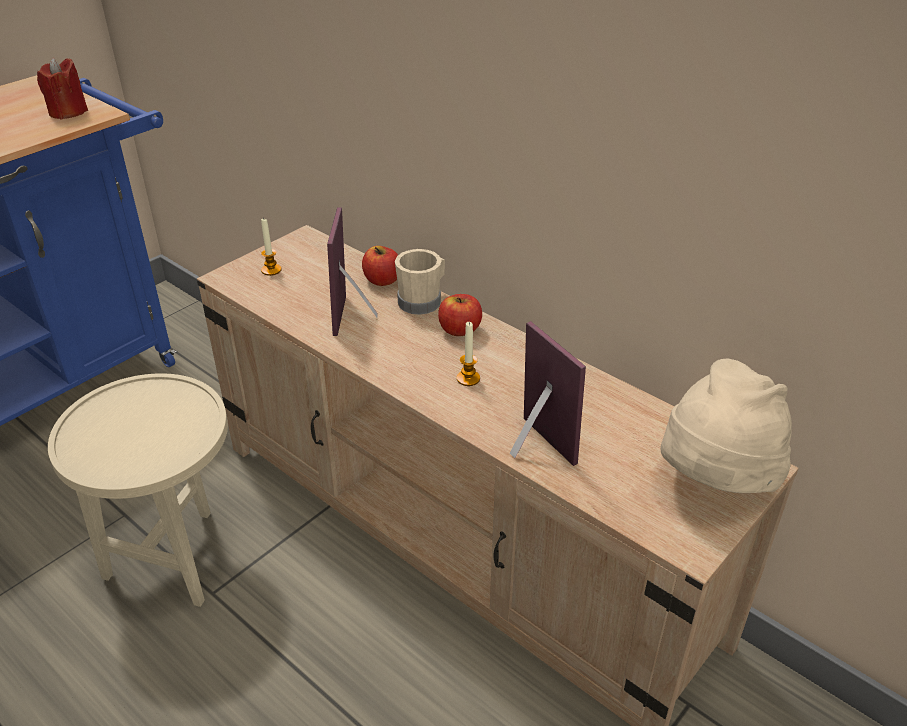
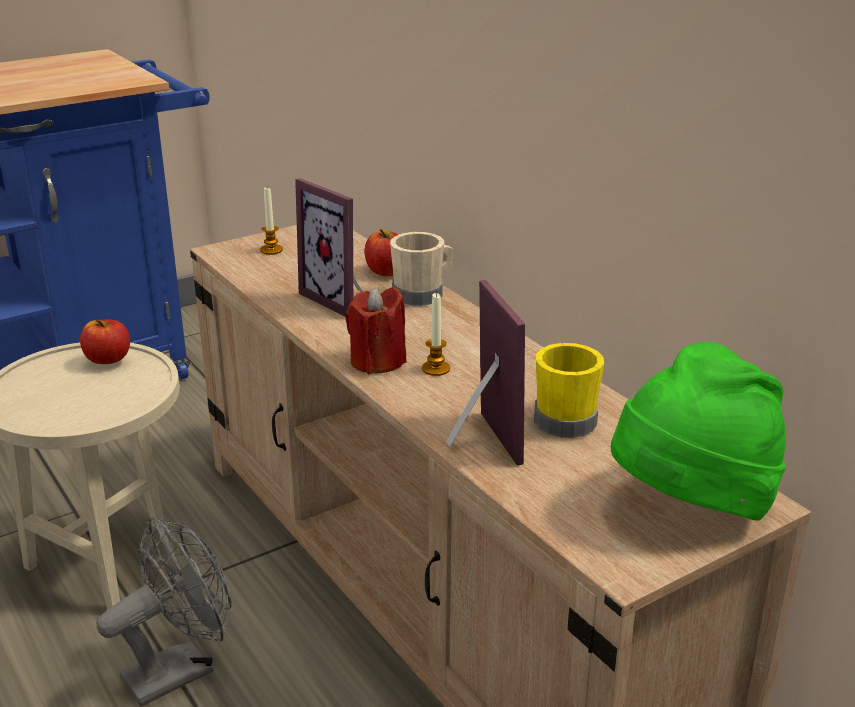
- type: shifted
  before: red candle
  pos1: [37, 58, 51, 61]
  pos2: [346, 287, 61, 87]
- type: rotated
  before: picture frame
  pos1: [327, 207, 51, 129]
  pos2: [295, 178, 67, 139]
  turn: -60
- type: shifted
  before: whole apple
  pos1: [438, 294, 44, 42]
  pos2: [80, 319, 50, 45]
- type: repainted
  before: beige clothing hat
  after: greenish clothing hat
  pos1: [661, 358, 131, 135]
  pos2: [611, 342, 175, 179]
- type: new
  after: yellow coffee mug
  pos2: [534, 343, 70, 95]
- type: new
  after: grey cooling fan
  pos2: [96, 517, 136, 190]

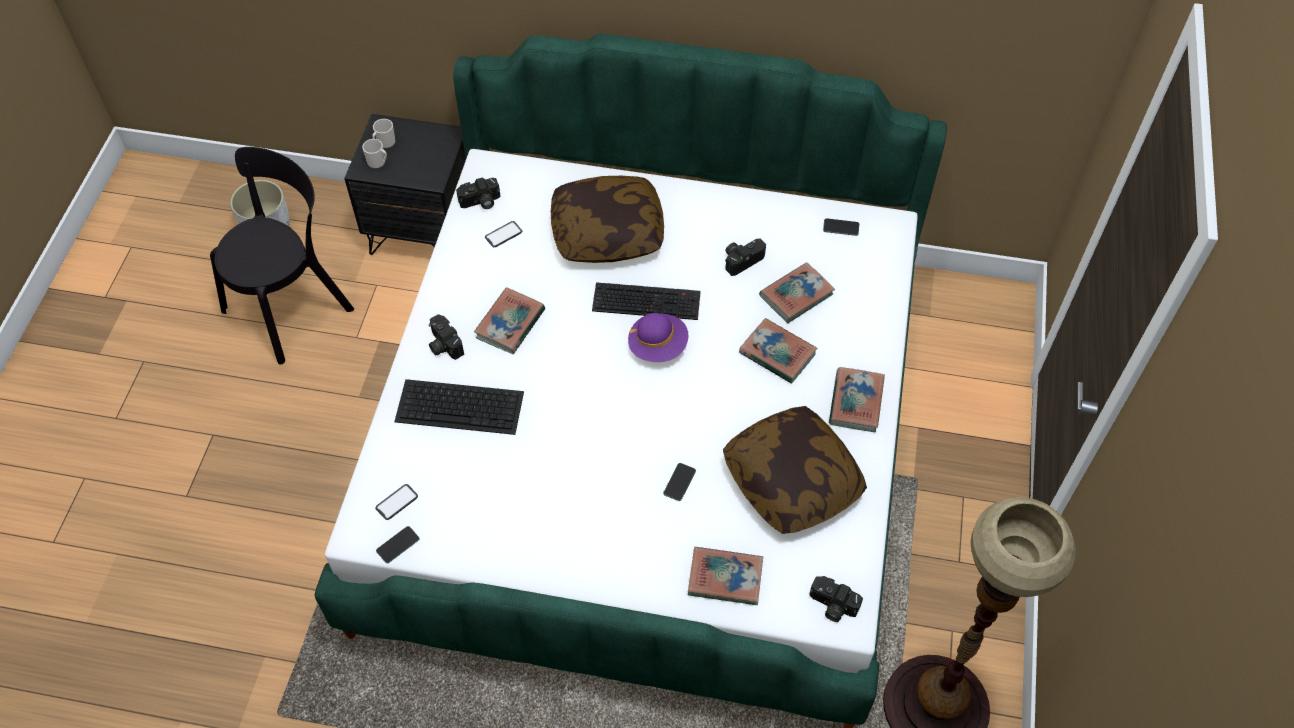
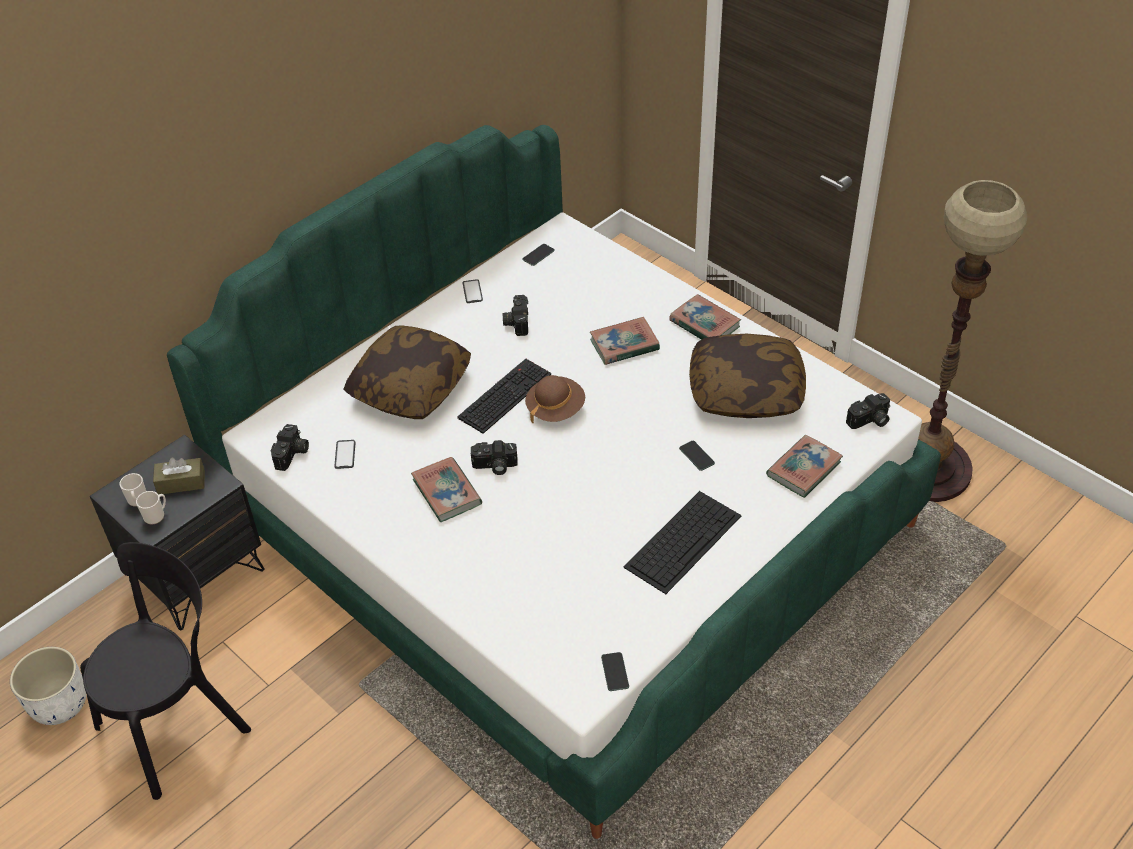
- type: rotated
  before: black plain chair
  pos1: [210, 147, 144, 217]
  pos2: [80, 542, 171, 258]
  turn: 60
- type: gone
  before: volume
  pos1: [759, 262, 76, 61]
- type: repainted
  before: purple clothing hat
  after: brownish clothing hat
  pos1: [628, 313, 60, 49]
  pos2: [525, 375, 60, 49]
- type: shifted
  before: still camera
  pos1: [429, 314, 35, 46]
  pos2: [471, 440, 47, 35]
- type: shifted
  before: keyboard
  pos1: [394, 379, 130, 56]
  pos2: [623, 491, 119, 103]
- type: shifted
  before: telephone
  pos1: [376, 484, 42, 36]
  pos2: [463, 279, 20, 24]
- type: new
  after: brownish tissue box
  pos2: [153, 458, 52, 37]

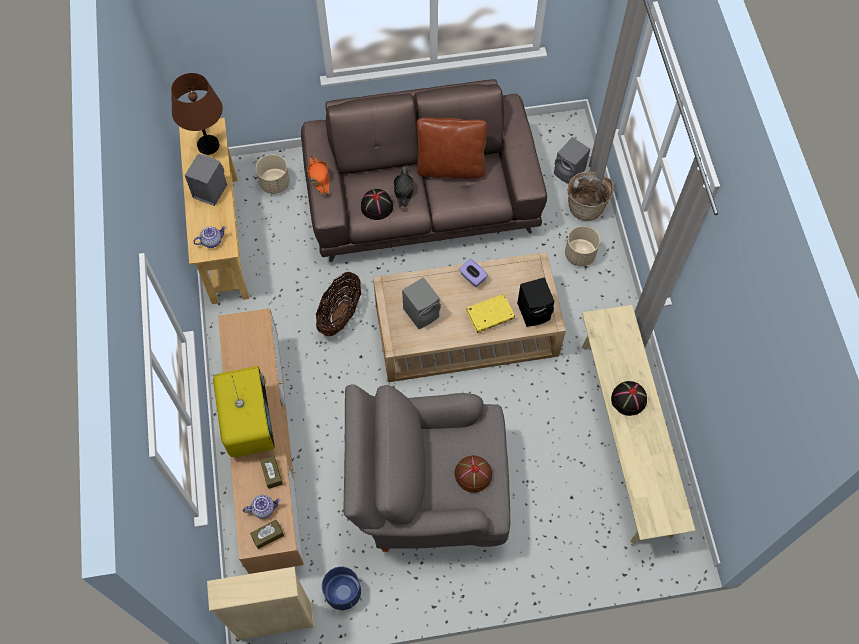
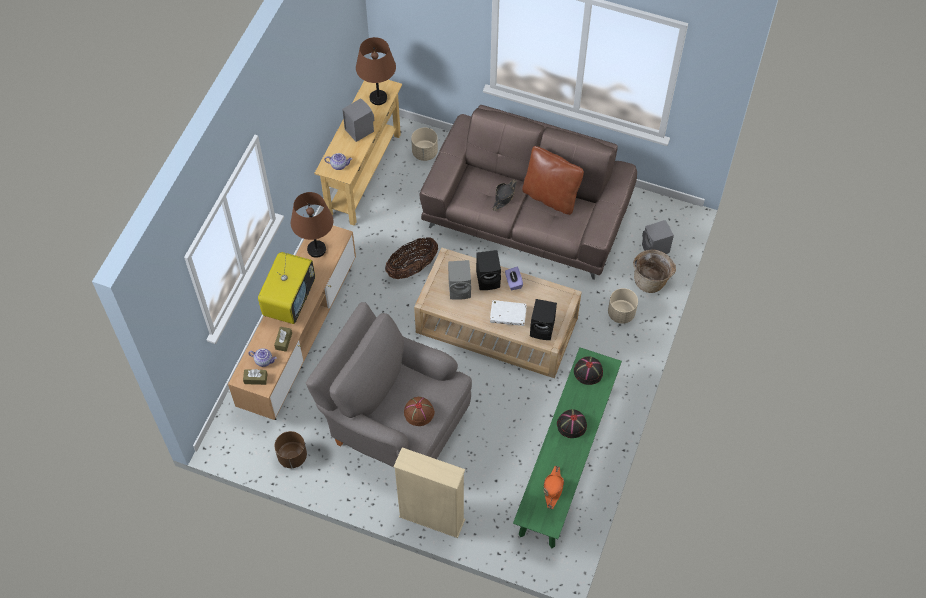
- type: shifted
  before: orange clothing hat
  pos1: [308, 156, 22, 39]
  pos2: [544, 466, 20, 43]
- type: shifted
  before: black clothing hat
  pos1: [361, 189, 32, 31]
  pos2: [574, 357, 29, 28]
- type: repainted
  before: yellow volume
  after: white-coloured volume
  pos1: [466, 294, 49, 39]
  pos2: [490, 300, 37, 26]
- type: repainted
  before: beige long seat
  after: greenish long seat
  pos1: [581, 305, 115, 240]
  pos2: [513, 347, 109, 202]
- type: shifted
  before: beige bookcase
  pos1: [207, 567, 108, 73]
  pos2: [394, 447, 71, 91]
- type: repainted
  before: blue plant pot
  after: brownish plant pot
  pos1: [322, 567, 39, 43]
  pos2: [275, 431, 32, 37]
- type: new
  after: brownish tabletop lamp
  pos2: [291, 192, 42, 66]
- type: new
  after: black speaker
  pos2: [476, 250, 25, 40]

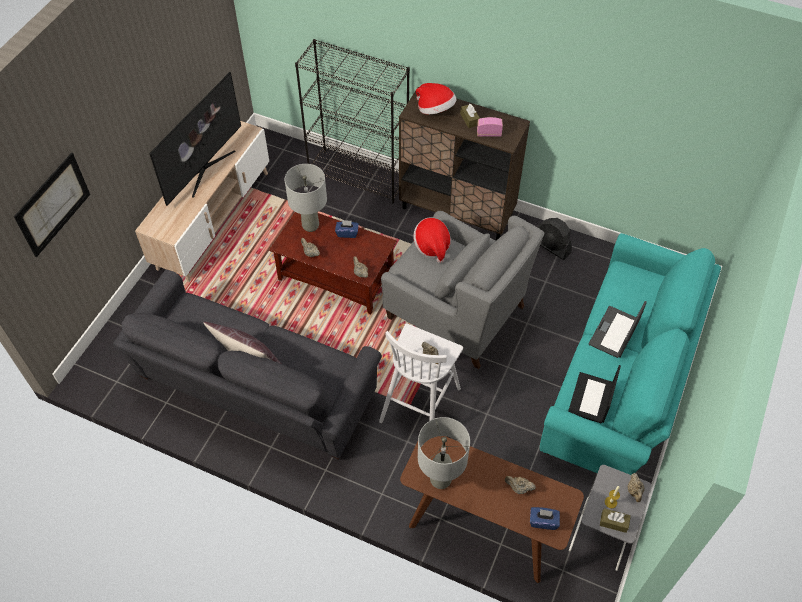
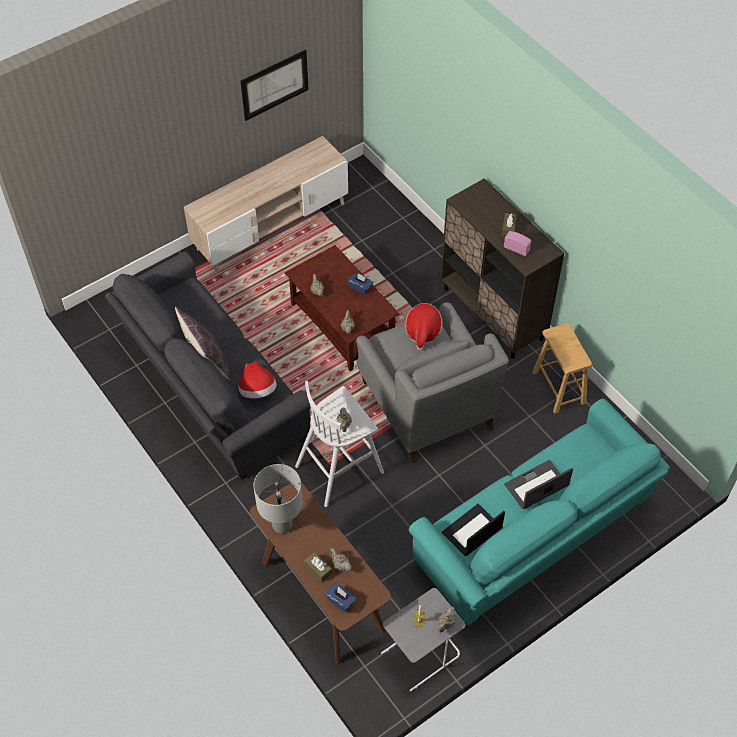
- type: gone
  before: black bookcase
  pos1: [295, 39, 115, 164]
- type: gone
  before: television
  pos1: [149, 72, 92, 134]
- type: shifted
  before: clothing hat
  pos1: [416, 83, 40, 31]
  pos2: [239, 361, 38, 38]
- type: shifted
  before: wall art
  pos1: [14, 153, 76, 104]
  pos2: [241, 50, 68, 71]
- type: gone
  before: grey tabletop lamp
  pos1: [285, 164, 42, 68]
- type: swapped
  before: black cooling fan
  after: brownish stool
  pos1: [538, 218, 34, 42]
  pos2: [532, 323, 61, 91]
- type: shifted
  before: brownish tissue box
  pos1: [600, 508, 31, 25]
  pos2: [304, 552, 28, 30]

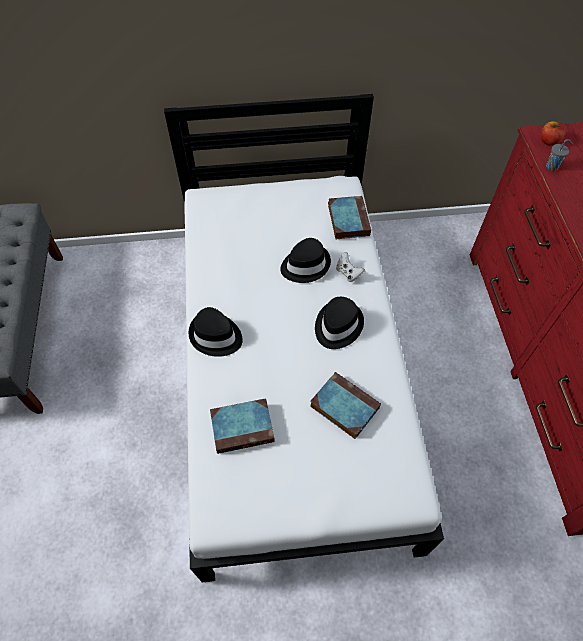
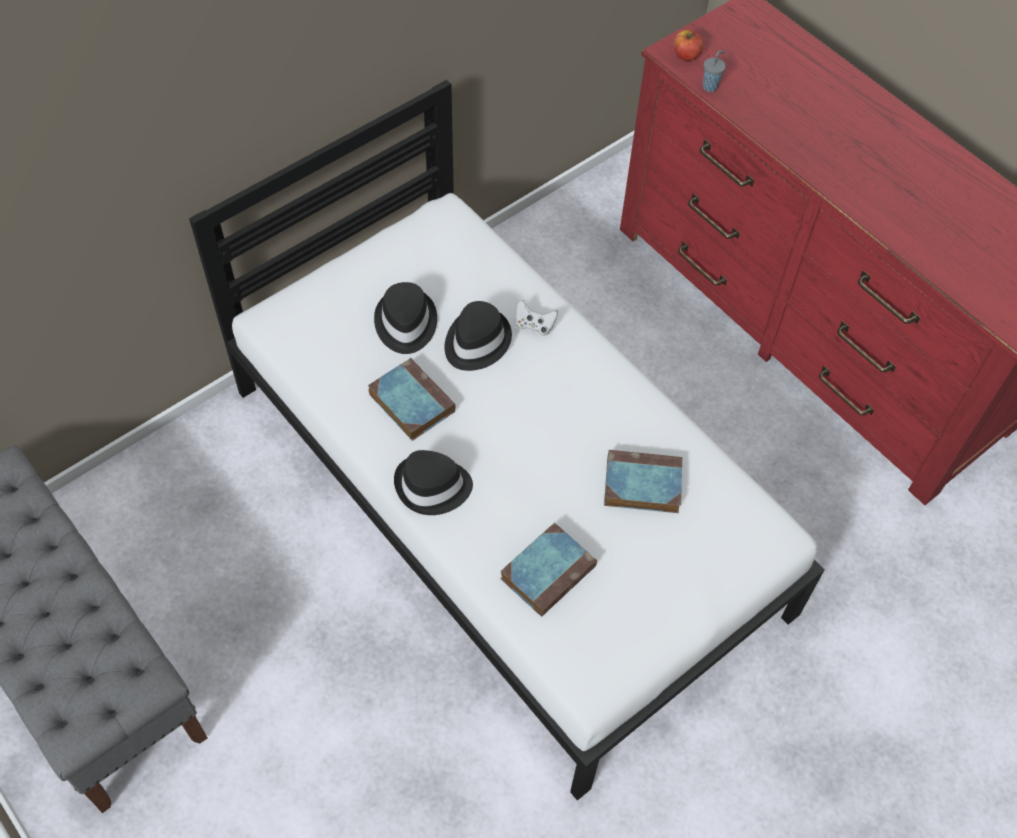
- type: shifted
  before: volume
  pos1: [328, 196, 43, 43]
  pos2: [368, 358, 87, 83]
- type: shifted
  before: black clothing hat
  pos1: [315, 297, 49, 52]
  pos2: [374, 282, 63, 72]

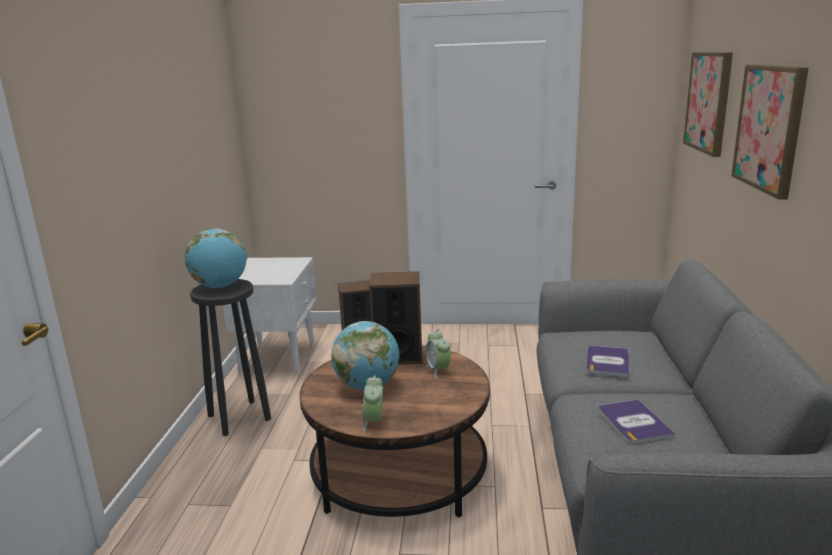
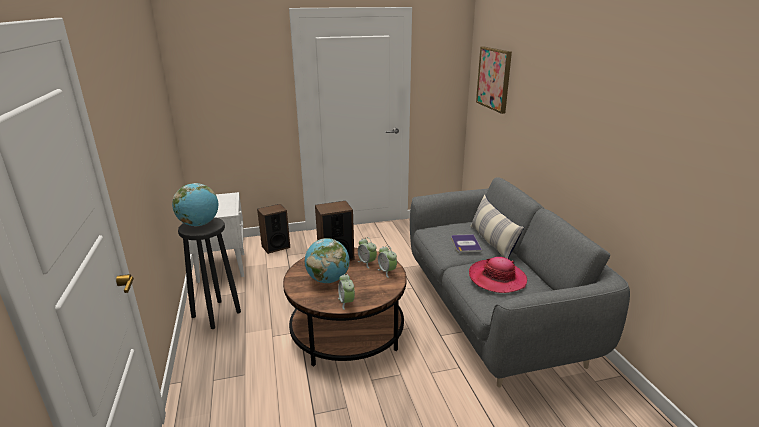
- type: gone
  before: wall art
  pos1: [731, 65, 78, 135]
- type: swapped
  before: volume
  after: clothing hat
  pos1: [598, 399, 77, 45]
  pos2: [469, 257, 58, 36]
- type: new
  after: cushion
  pos2: [470, 195, 54, 64]
- type: new
  after: bedside clock
  pos2: [377, 245, 20, 33]

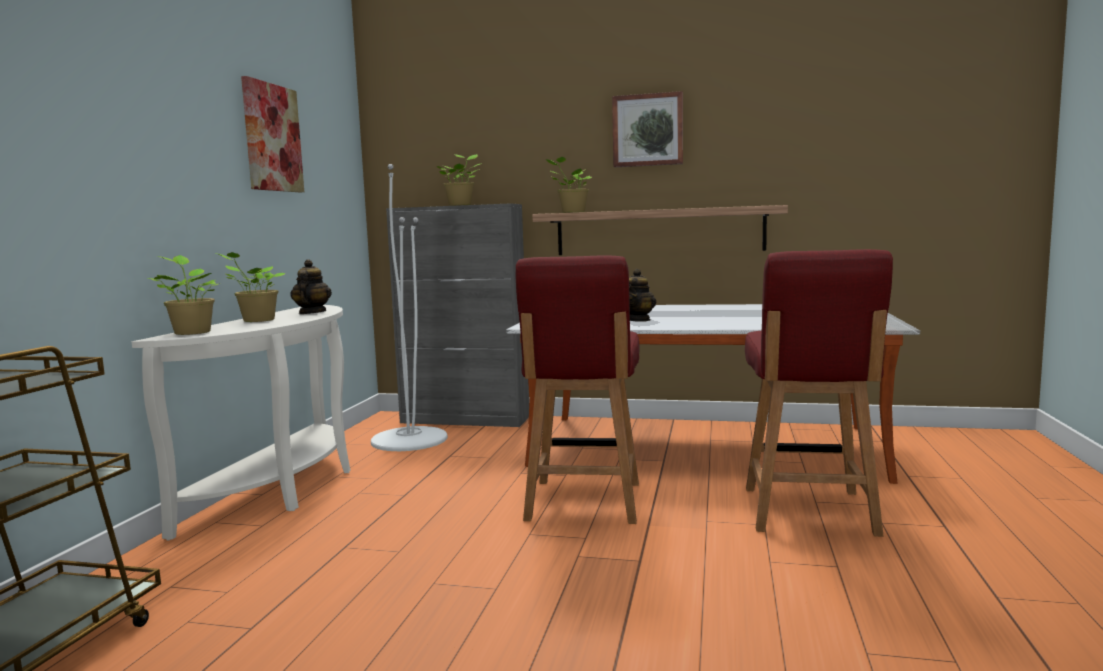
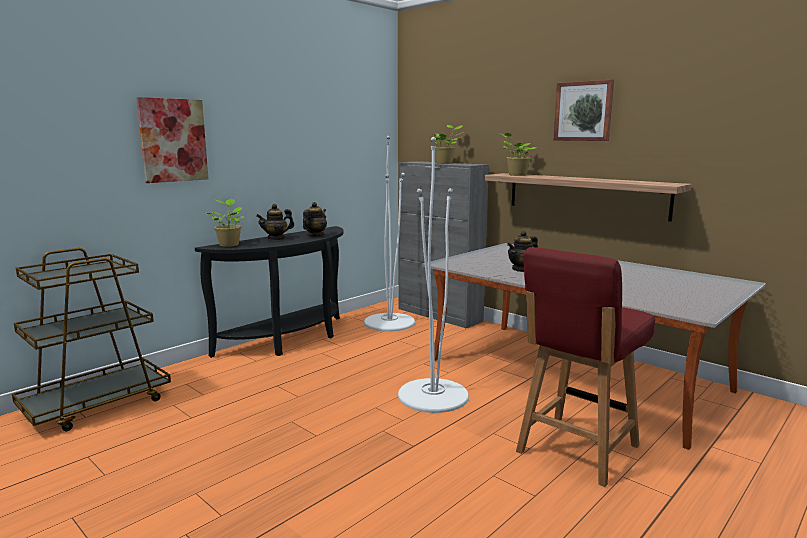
- type: shifted
  before: wall art
  pos1: [241, 76, 63, 116]
  pos2: [136, 97, 72, 86]
- type: swapped
  before: plant in a pot
  after: tea pot
  pos1: [216, 252, 69, 70]
  pos2: [256, 204, 38, 36]
- type: swapped
  before: red plain chair
  after: white-coloured standard lamp
  pos1: [515, 255, 125, 269]
  pos2: [398, 137, 71, 276]
- type: repainted
  before: white-coloured hall table
  after: black hall table
  pos1: [132, 305, 219, 236]
  pos2: [195, 226, 149, 132]

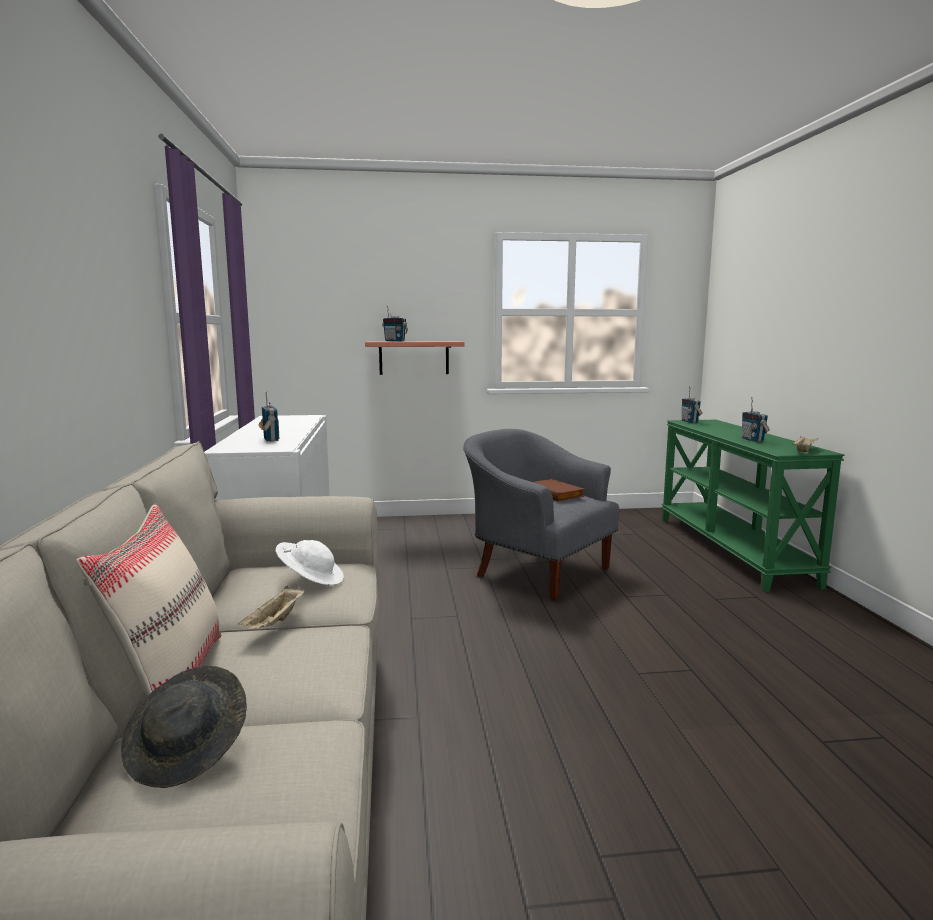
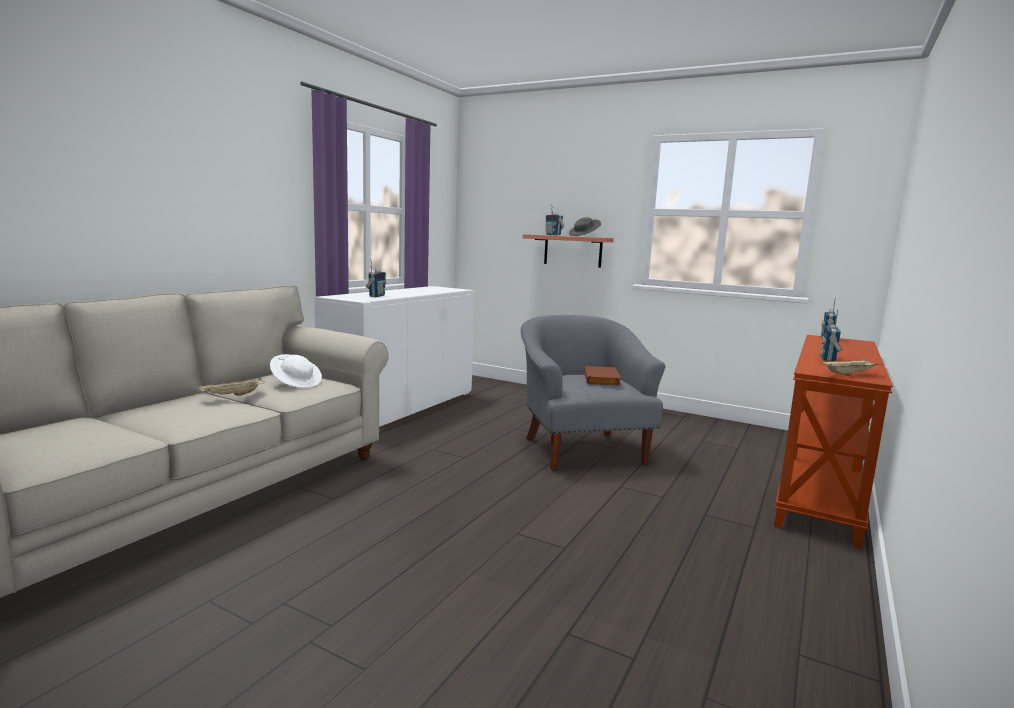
- type: repainted
  before: greenish hall table
  after: brownish hall table
  pos1: [661, 420, 184, 172]
  pos2: [774, 335, 119, 213]
- type: gone
  before: beige cushion
  pos1: [76, 504, 145, 192]
- type: shifted
  before: grey clothing hat
  pos1: [121, 666, 126, 122]
  pos2: [569, 217, 32, 19]

